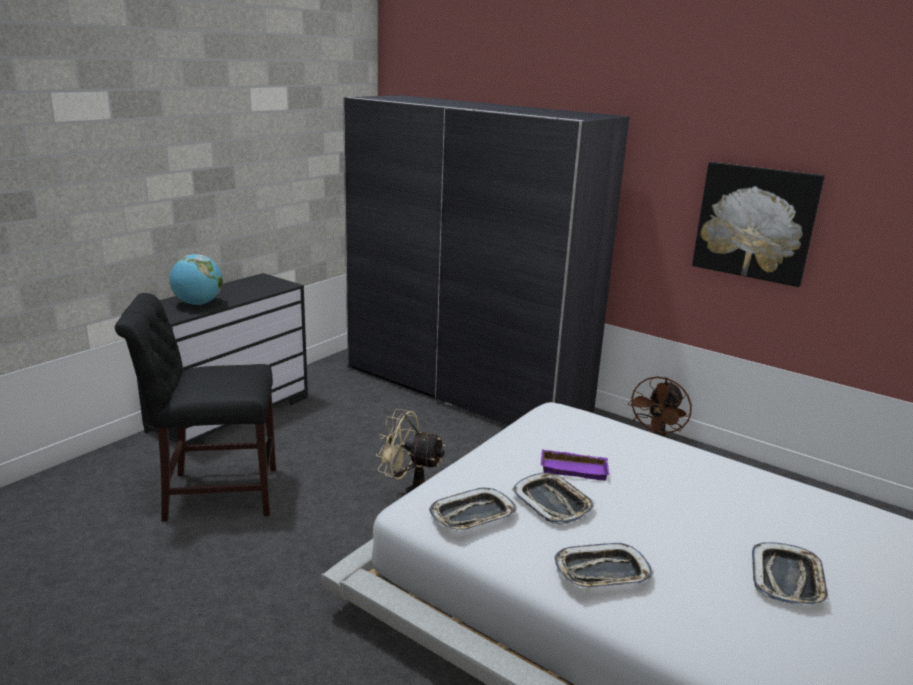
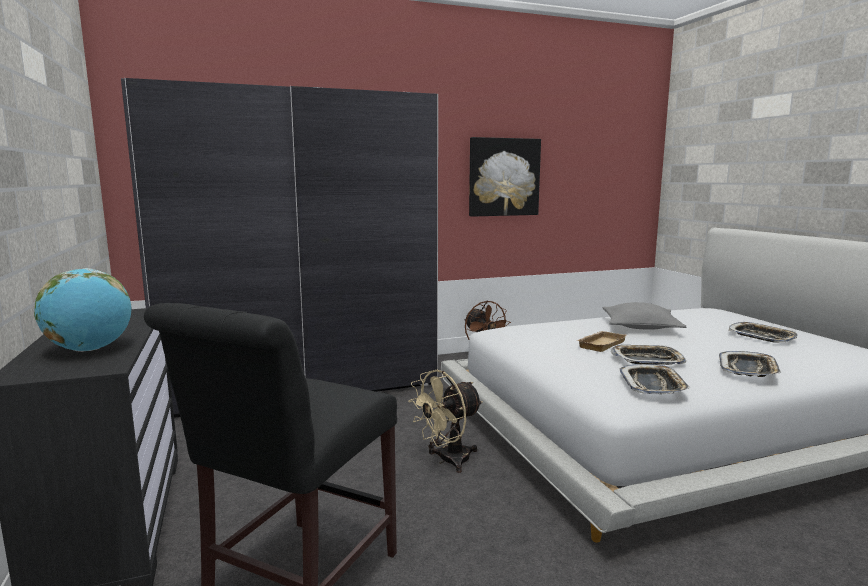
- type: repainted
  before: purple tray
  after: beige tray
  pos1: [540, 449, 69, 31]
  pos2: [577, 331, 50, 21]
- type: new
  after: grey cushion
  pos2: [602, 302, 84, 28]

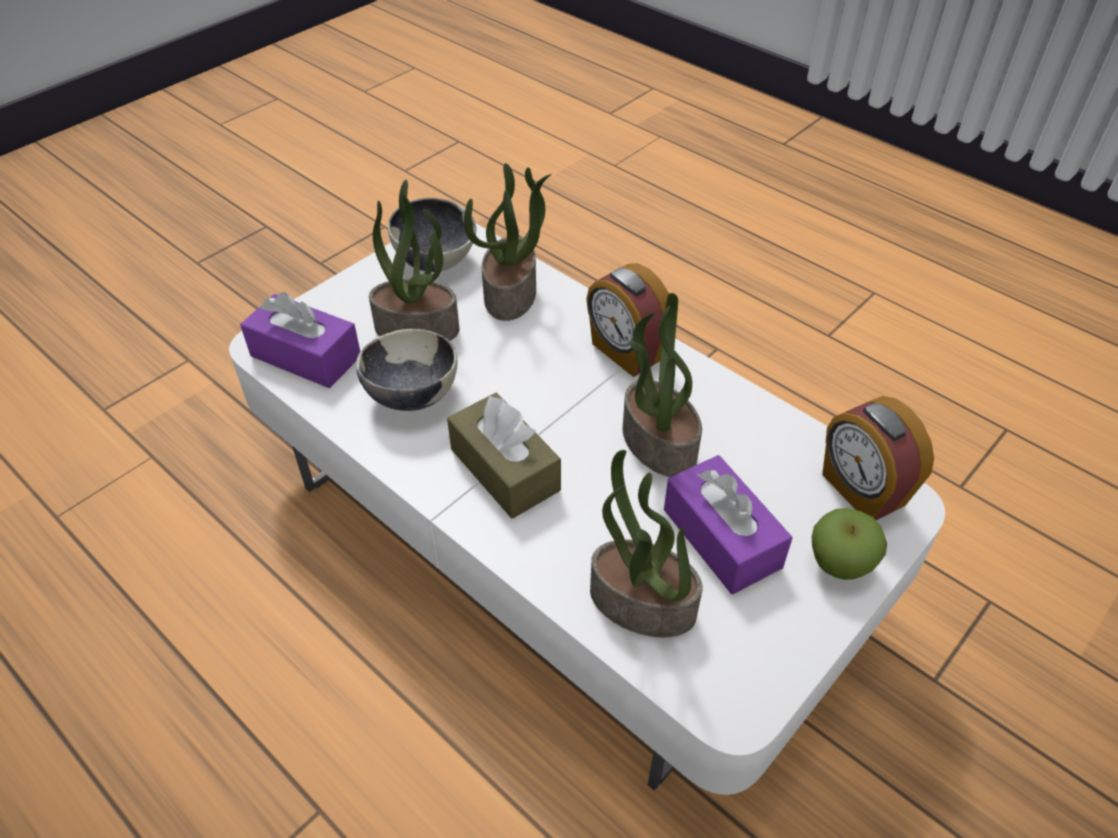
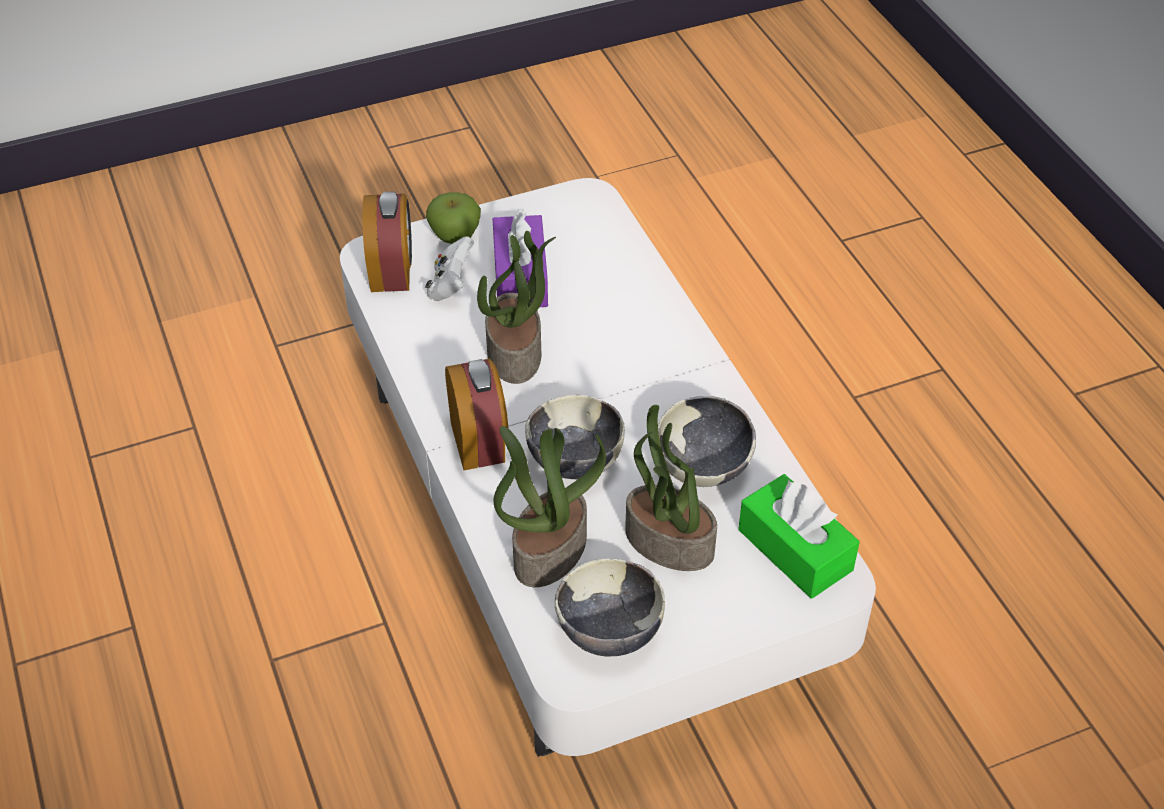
- type: repainted
  before: purple tissue box
  after: greenish tissue box
  pos1: [240, 292, 120, 96]
  pos2: [738, 474, 122, 125]
- type: gone
  before: brownish tissue box
  pos1: [447, 393, 114, 125]
- type: gone
  before: plant in a pot
  pos1: [590, 450, 113, 188]
- type: new
  after: white-coloured game controller
  pos2: [425, 236, 49, 65]
- type: new
  after: deep dish
  pos2: [525, 395, 100, 84]

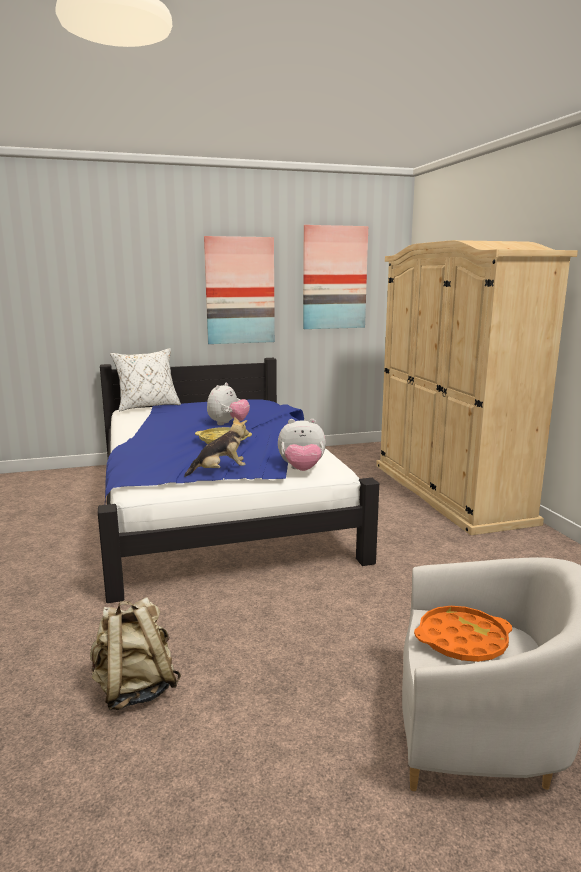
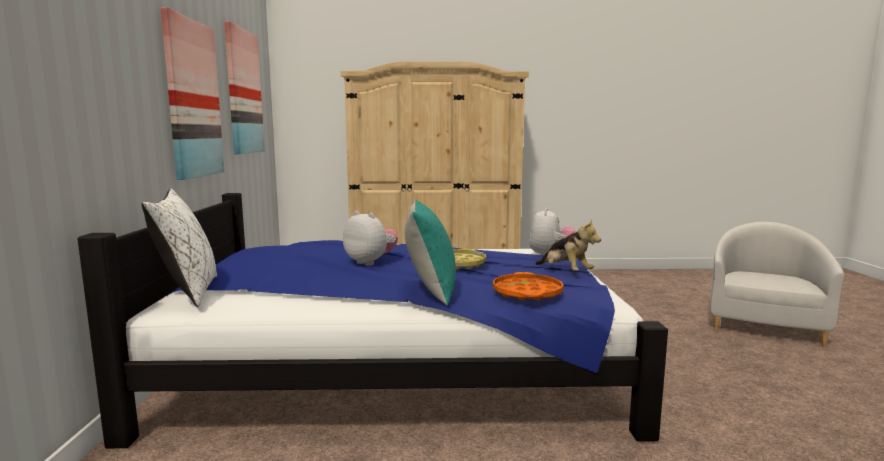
- type: rotated
  before: plush toy
  pos1: [184, 417, 65, 60]
  pos2: [535, 219, 66, 52]
  turn: 150
- type: gone
  before: beige knapsack
  pos1: [90, 597, 91, 113]
- type: shifted
  before: orange tray
  pos1: [414, 606, 98, 56]
  pos2: [493, 272, 71, 28]
- type: new
  after: turquoise-coloured cushion
  pos2: [405, 200, 51, 106]

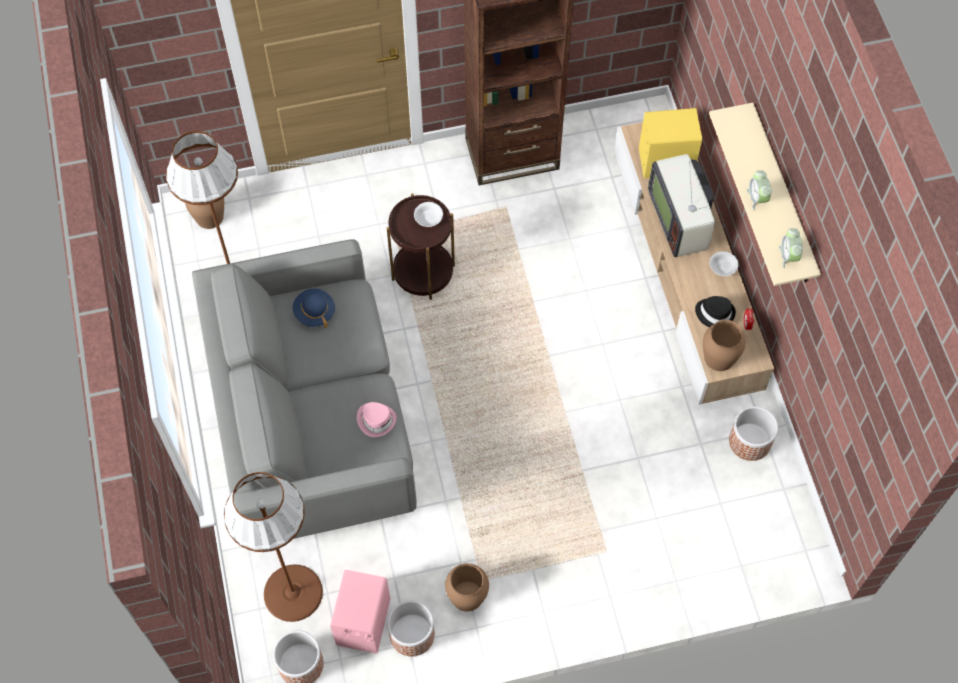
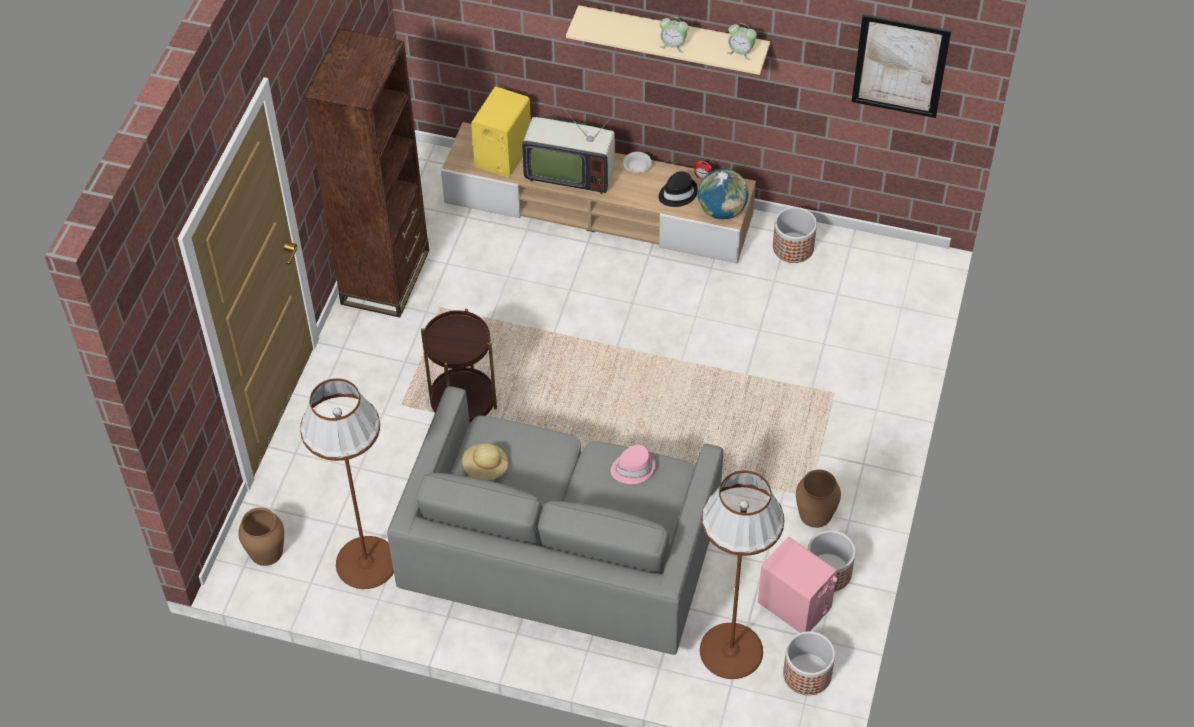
- type: gone
  before: white-coloured deep dish
  pos1: [414, 202, 29, 25]
- type: repainted
  before: blue clothing hat
  after: beige clothing hat
  pos1: [292, 288, 43, 40]
  pos2: [462, 443, 47, 37]
- type: swapped
  before: brownish vase
  after: desk globe
  pos1: [703, 320, 43, 51]
  pos2: [698, 169, 50, 50]
- type: new
  after: wall art
  pos2: [852, 14, 99, 104]

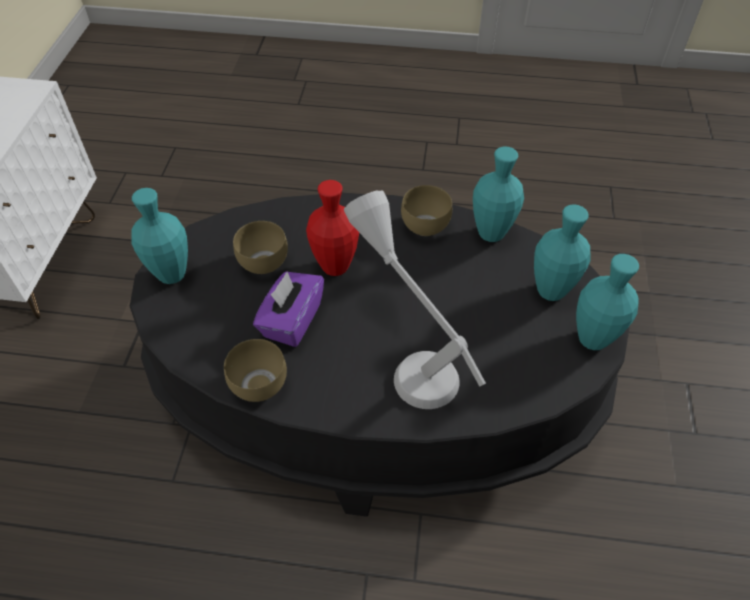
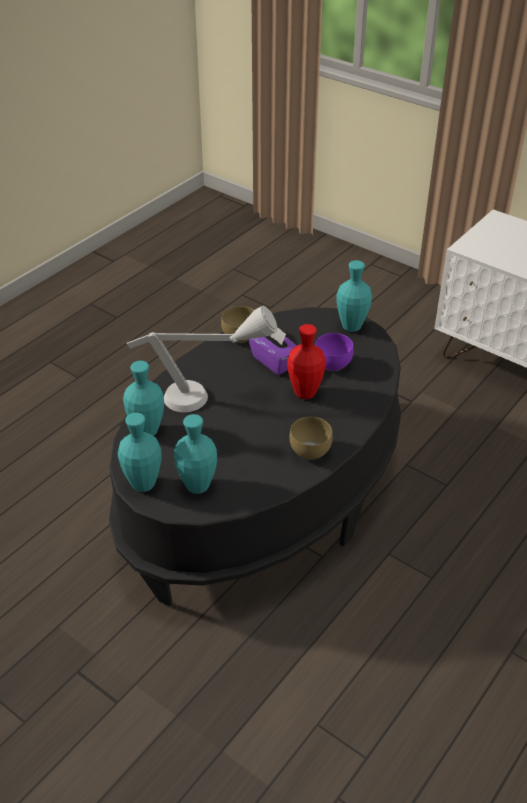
- type: shifted
  before: turquoise-coloured vase
  pos1: [473, 147, 51, 95]
  pos2: [123, 361, 41, 75]
- type: repainted
  before: brownish deep dish
  after: purple deep dish
  pos1: [233, 221, 55, 53]
  pos2: [315, 333, 39, 38]

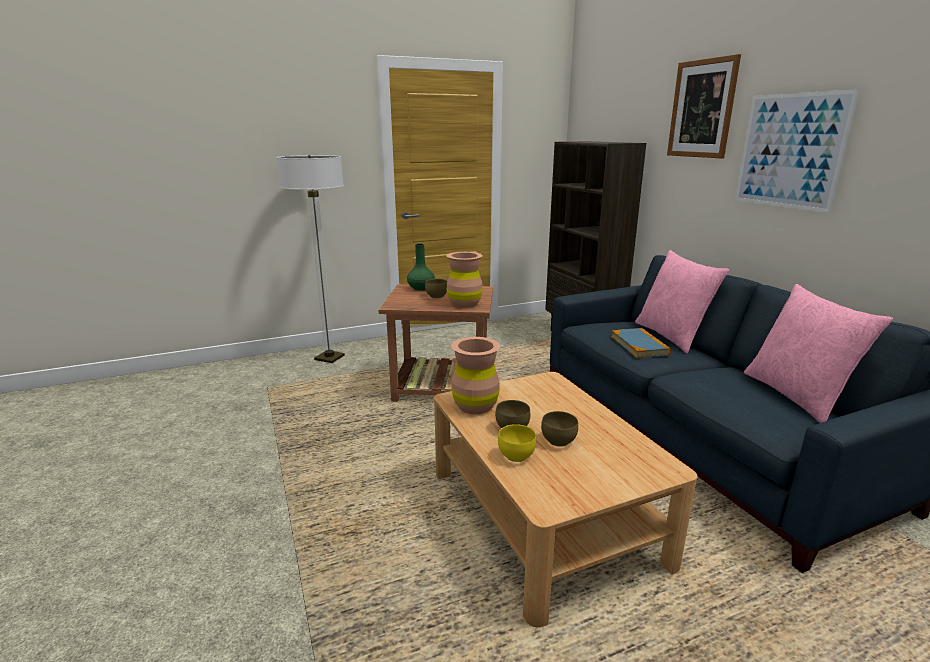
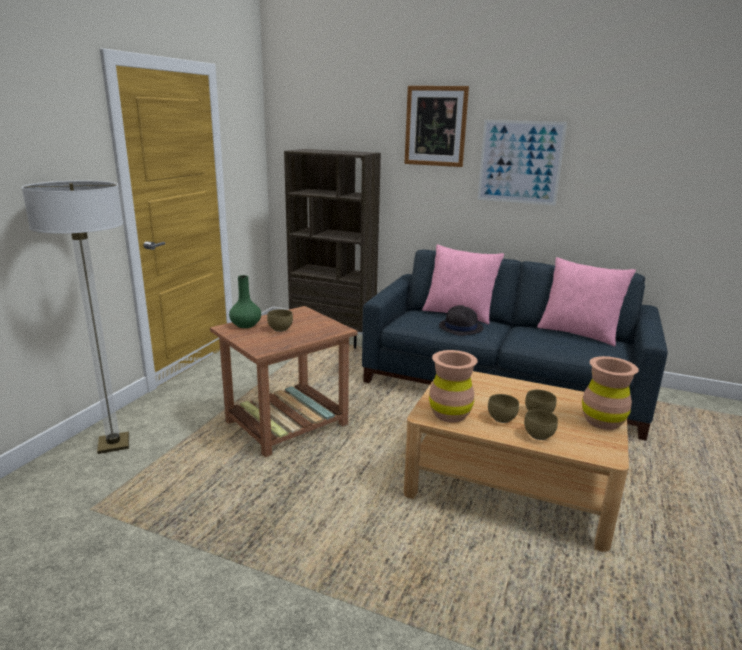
- type: shifted
  before: brownish vase
  pos1: [446, 252, 37, 56]
  pos2: [582, 356, 57, 74]
- type: swapped
  before: volume
  after: black clothing hat
  pos1: [611, 328, 60, 30]
  pos2: [439, 305, 45, 31]
- type: repainted
  before: yellow deep dish
  after: brownish deep dish
  pos1: [498, 424, 38, 38]
  pos2: [524, 409, 34, 31]

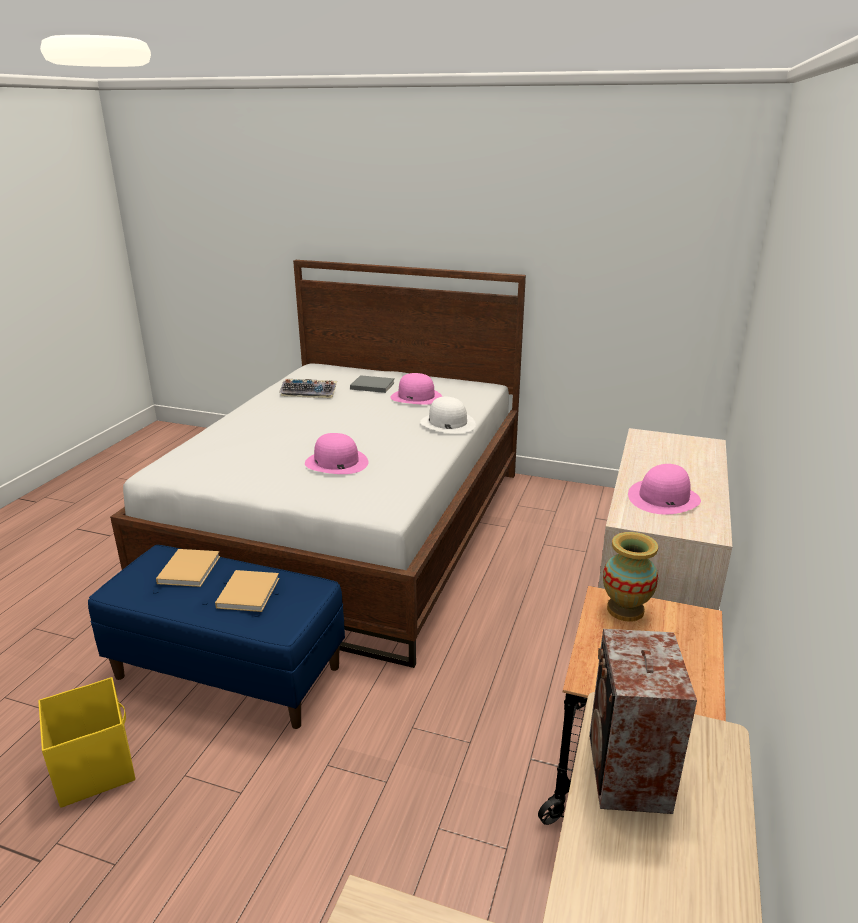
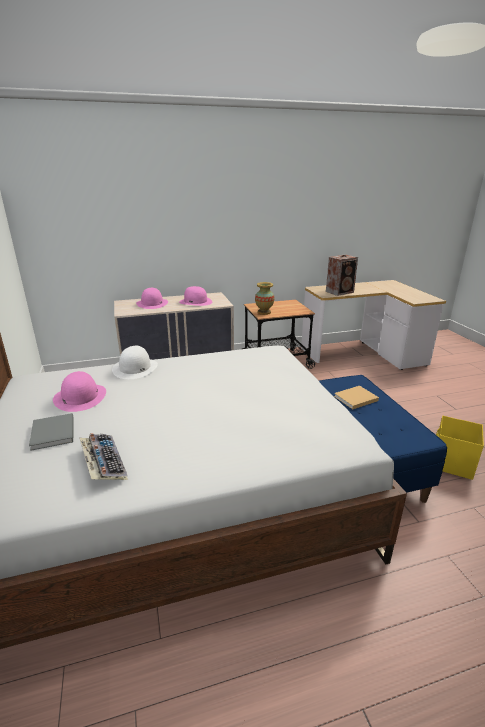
- type: shifted
  before: pink clothing hat
  pos1: [305, 433, 63, 41]
  pos2: [136, 288, 32, 21]
- type: gone
  before: beige volume
  pos1: [156, 549, 64, 38]

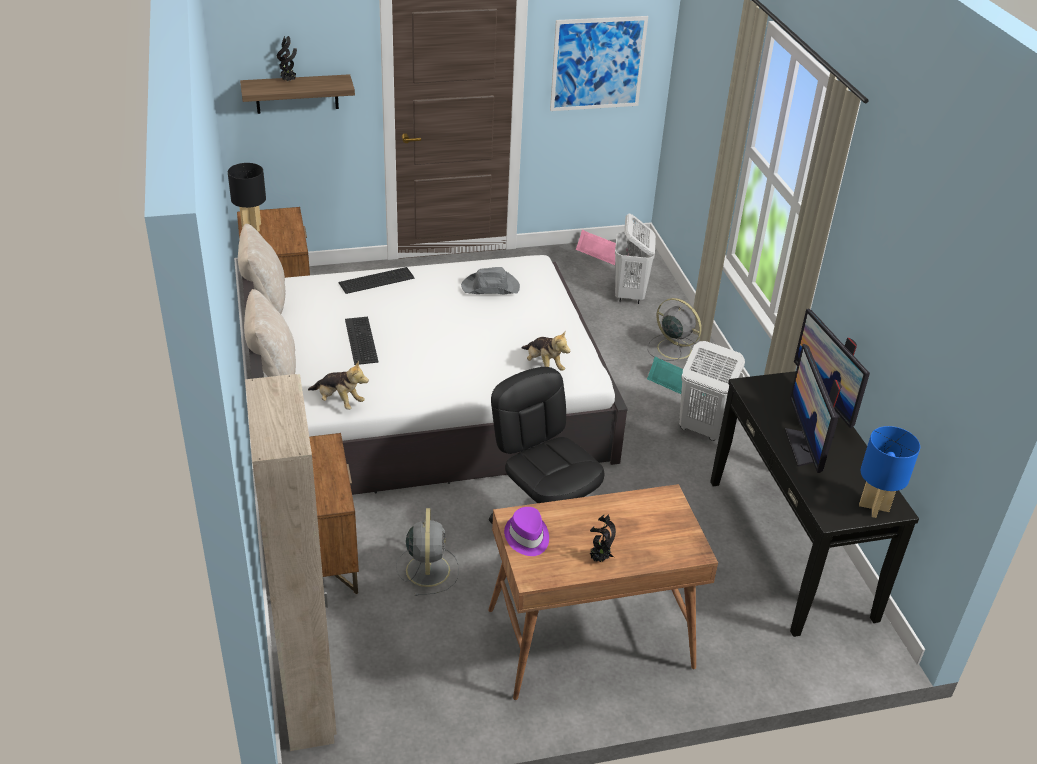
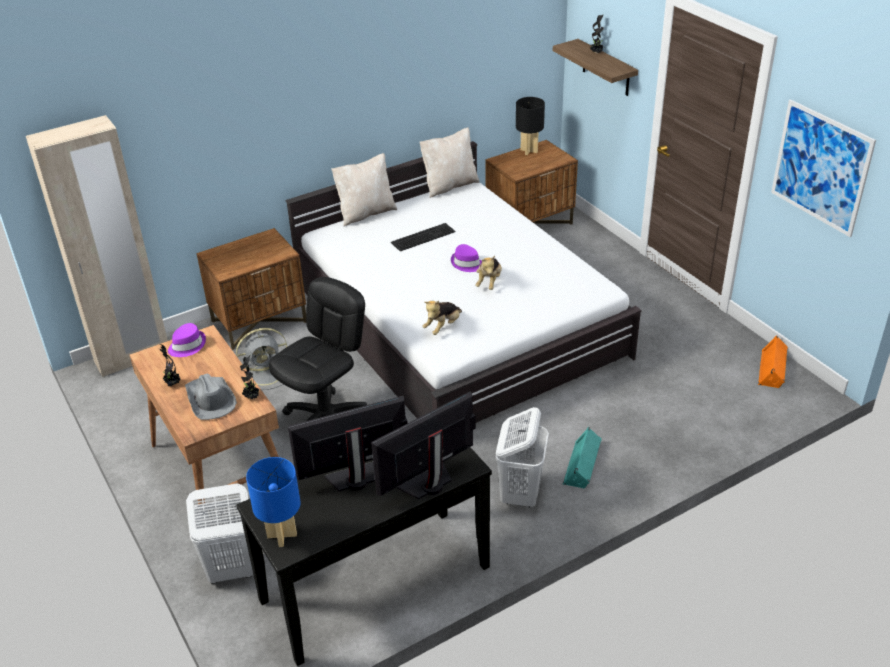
- type: shifted
  before: white-coloured laundry basket
  pos1: [615, 214, 41, 90]
  pos2: [186, 483, 67, 101]
- type: repainted
  before: pink speaker
  after: orange speaker
  pos1: [576, 230, 53, 35]
  pos2: [758, 335, 30, 53]
- type: gone
  before: keyboard
  pos1: [338, 267, 76, 27]
- type: shifted
  before: grey clothing hat
  pos1: [461, 267, 59, 27]
  pos2: [185, 373, 52, 47]
- type: gone
  before: grey cooling fan
  pos1: [647, 298, 55, 63]
- type: shifted
  before: plush toy
  pos1: [308, 361, 61, 49]
  pos2: [475, 256, 27, 34]
- type: new
  after: purple clothing hat
  pos2: [451, 244, 31, 28]
- type: new
  after: plant in a pot
  pos2: [240, 355, 21, 44]

